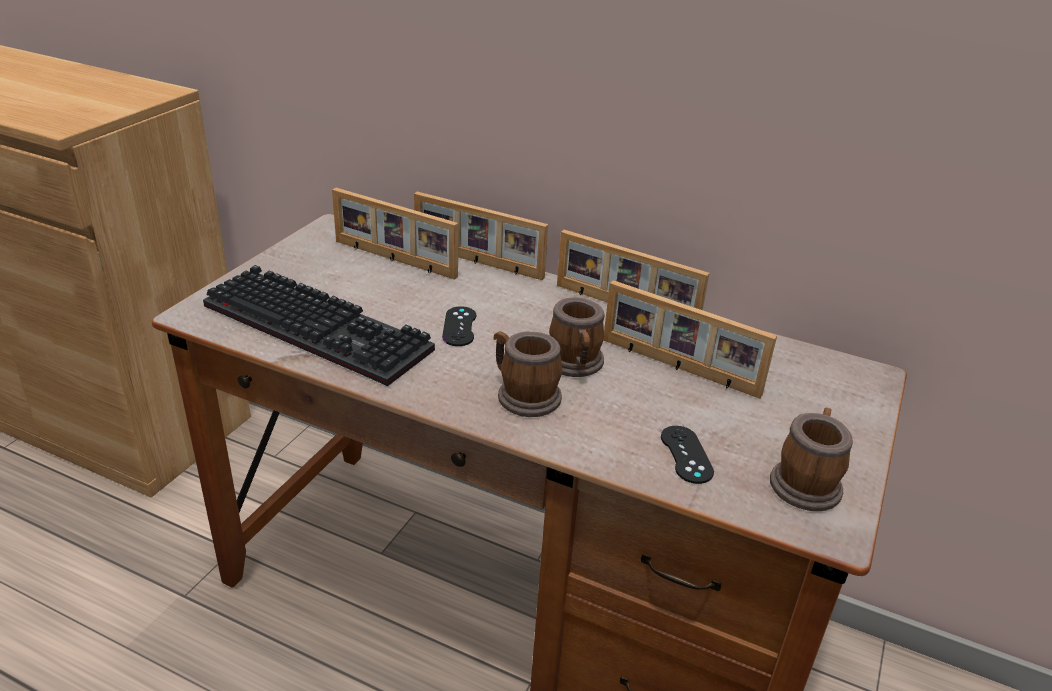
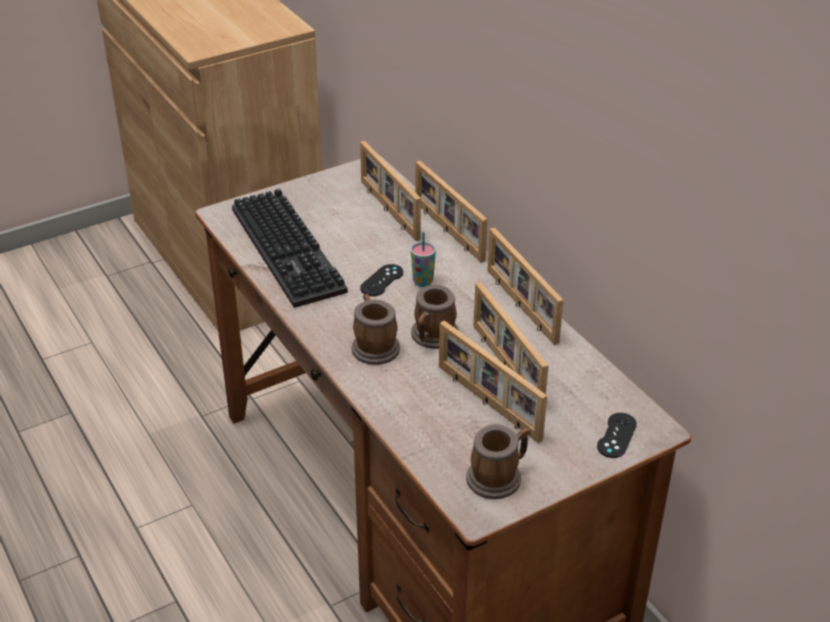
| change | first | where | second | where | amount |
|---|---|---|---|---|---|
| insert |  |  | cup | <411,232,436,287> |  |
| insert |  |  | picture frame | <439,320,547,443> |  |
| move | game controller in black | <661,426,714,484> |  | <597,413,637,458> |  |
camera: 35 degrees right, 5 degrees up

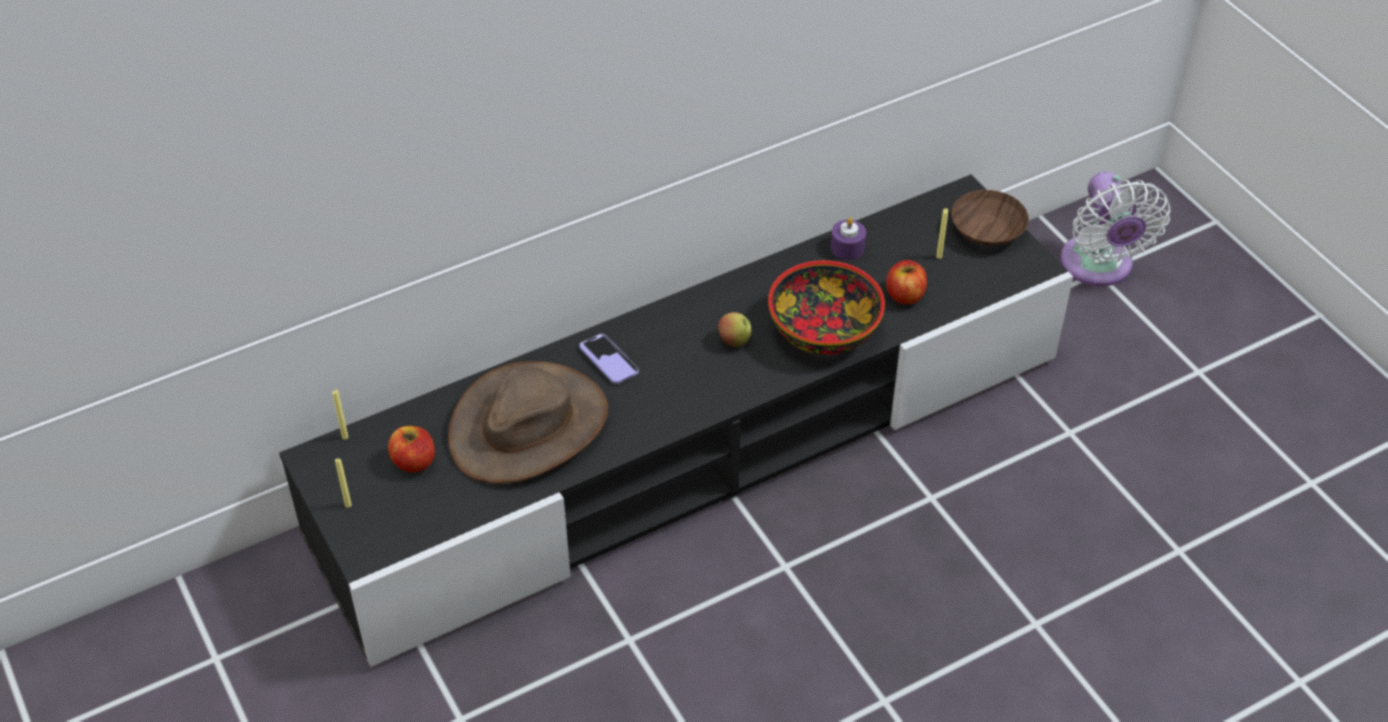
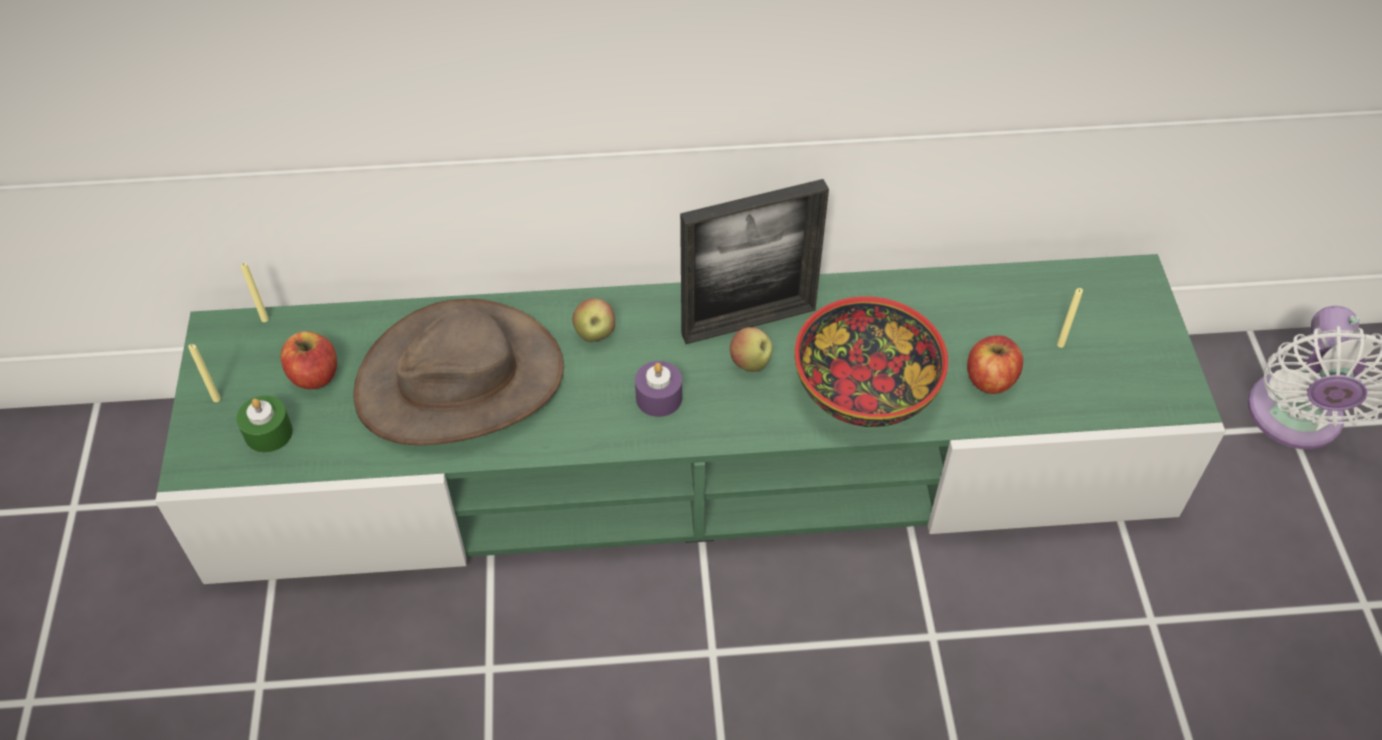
| change | first | where | second | where | amount |
|---|---|---|---|---|---|
| recolor | tv stand in black | <279,174,1073,667> | tv stand in green | <155,254,1226,584> |  |
| insert |  |  | candle in green | <236,395,293,453> |  |
| replace | phone | <580,334,639,384> | apple | <572,298,615,342> |  |
| move | candle in purple | <831,217,866,260> |  | <635,361,682,417> |  |
| insert |  |  | picture frame | <680,179,829,344> |  |
| delete | bowl in brown | <951,190,1029,246> |  |  |  |
camera: 25 degrees right, 5 degrees up

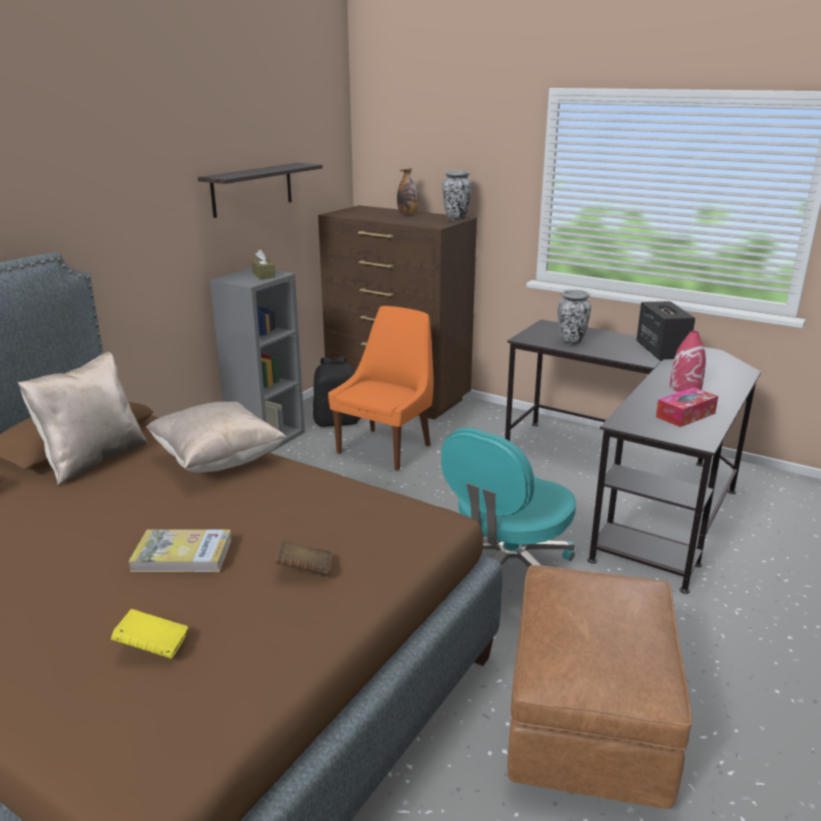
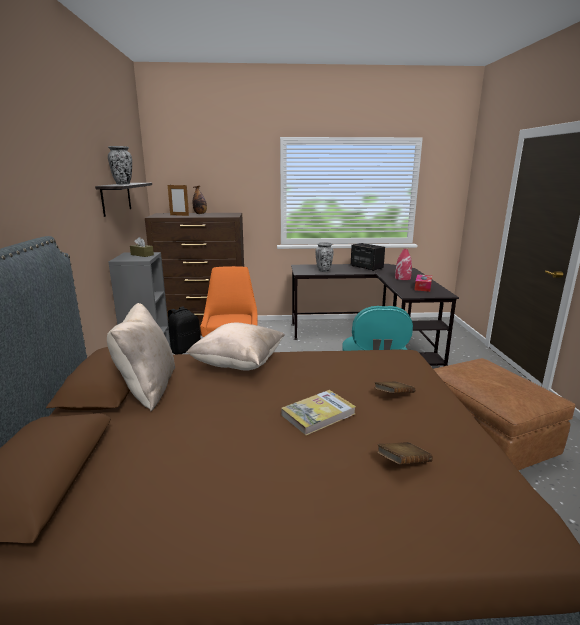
| change | first | where | second | where | amount |
|---|---|---|---|---|---|
| move | vase | <442,171,472,221> |  | <108,146,132,184> |  |
| insert |  |  | picture frame | <168,185,189,216> |  |
| recolor | book in yellow | <111,609,189,659> | book in brown | <377,442,433,465> |  |
camera: 35 degrees left, 5 degrees down

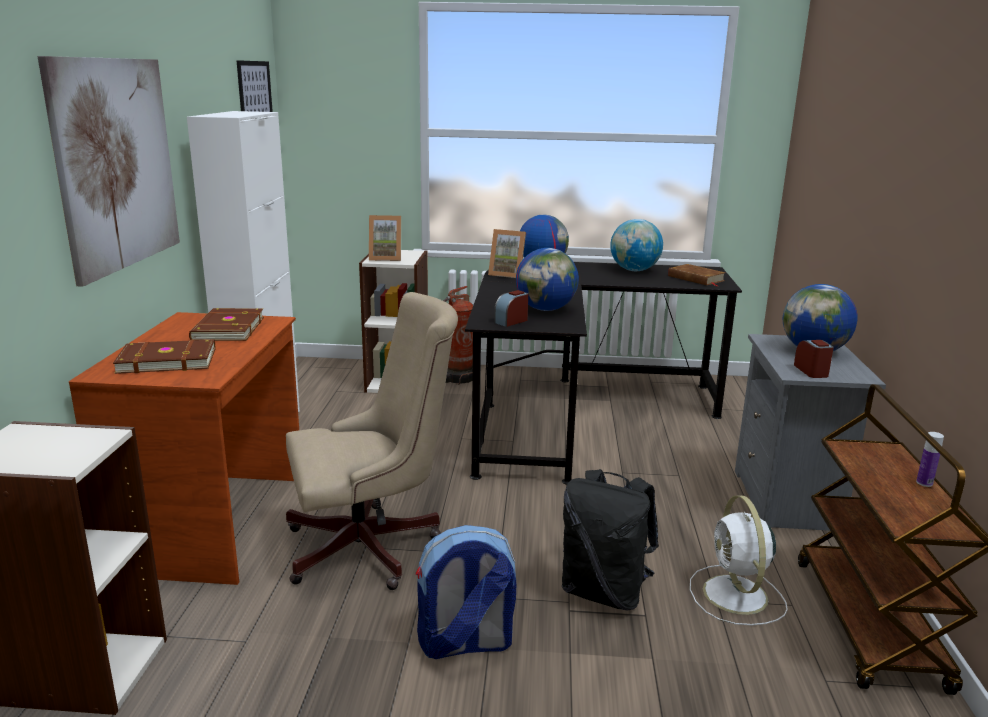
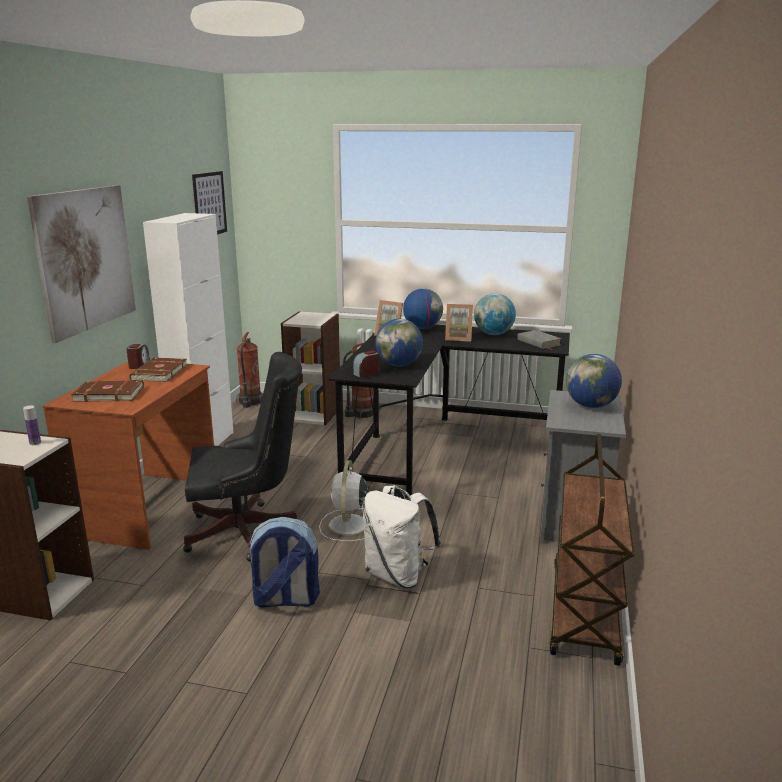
| change | first | where | second | where | amount |
|---|---|---|---|---|---|
| move | bottle | <916,432,944,487> |  | <23,405,41,445> |  |
| move | alarm clock | <794,340,834,378> |  | <126,344,150,369> |  |
| recolor | office chair in beige | <286,292,458,590> | office chair in black | <183,352,302,562> |  |
| insert |  |  | fire extinguisher | <236,332,263,408> |  |
| move | fan in white | <690,495,788,625> |  | <319,460,368,541> |  |
| recolor | backpack in black | <562,469,659,610> | backpack in white | <362,485,441,588> |  |
| move | picture frame | <369,215,401,261> |  | <445,304,473,342> |  |
| recolor | book in brown | <668,264,726,286> | book in grey | <517,330,561,350> |  |
camera: 10 degrees right, 0 degrees up

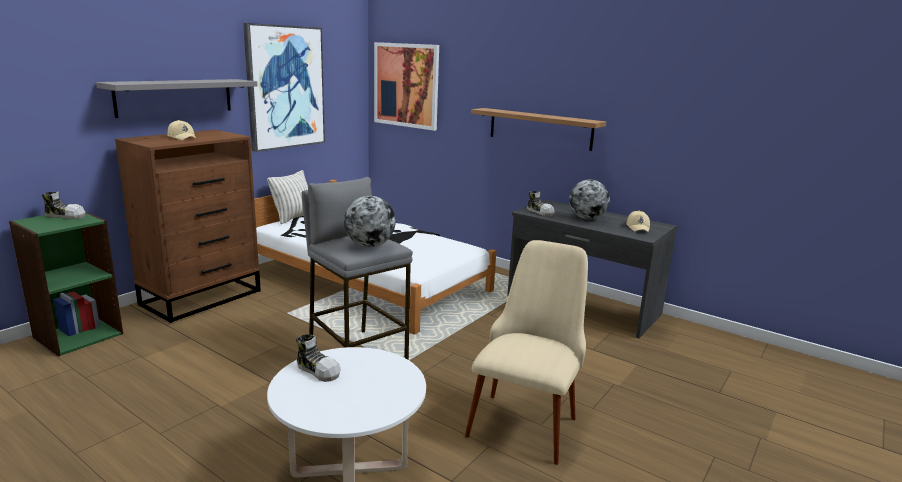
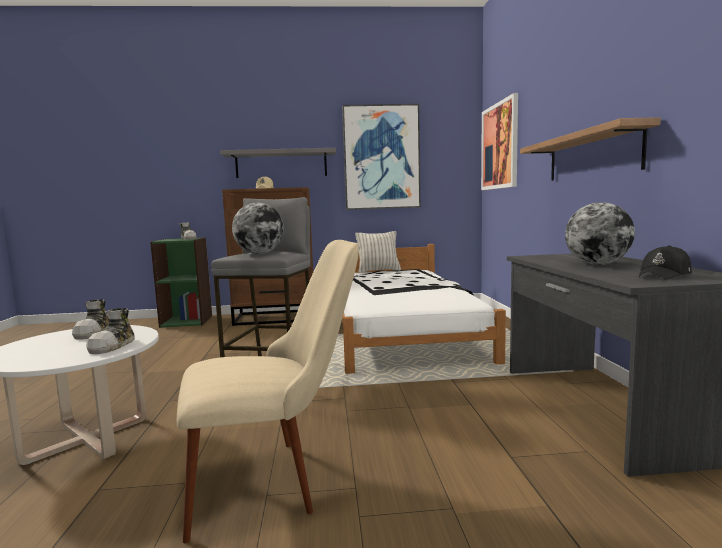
| change | first | where | second | where | amount |
|---|---|---|---|---|---|
| move | shoe | <527,191,555,216> |  | <86,308,134,354> |  |
| recolor | cap in beige | <626,211,650,232> | cap in black | <639,245,692,280> |  |
camera: 50 degrees right, 10 degrees down

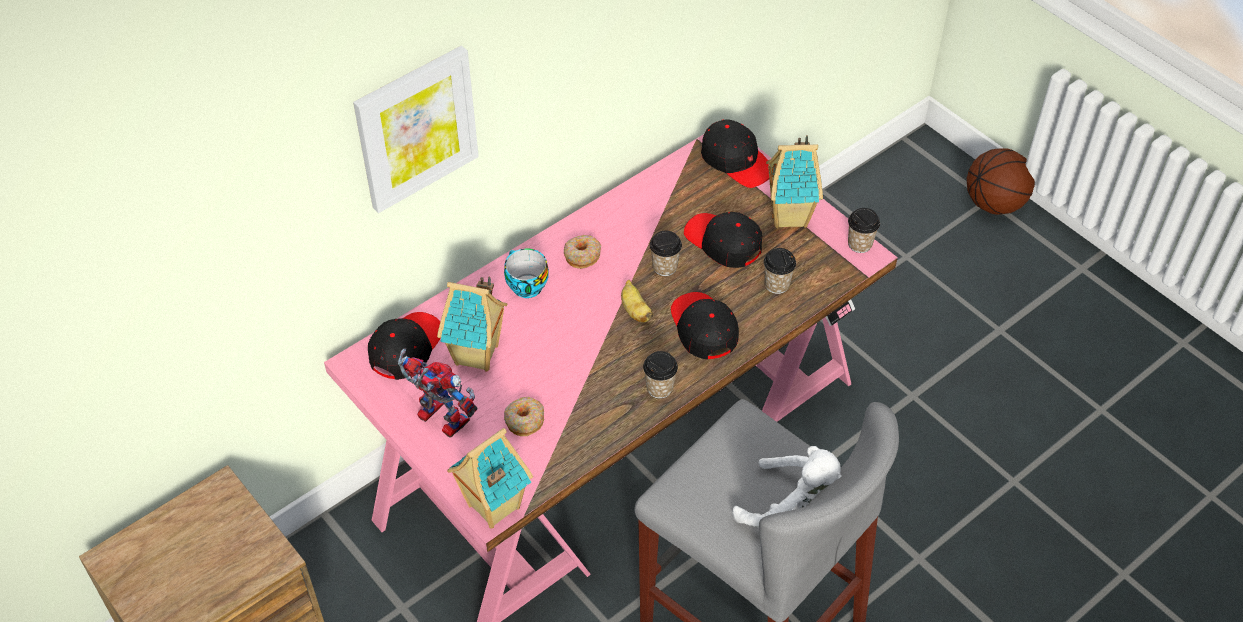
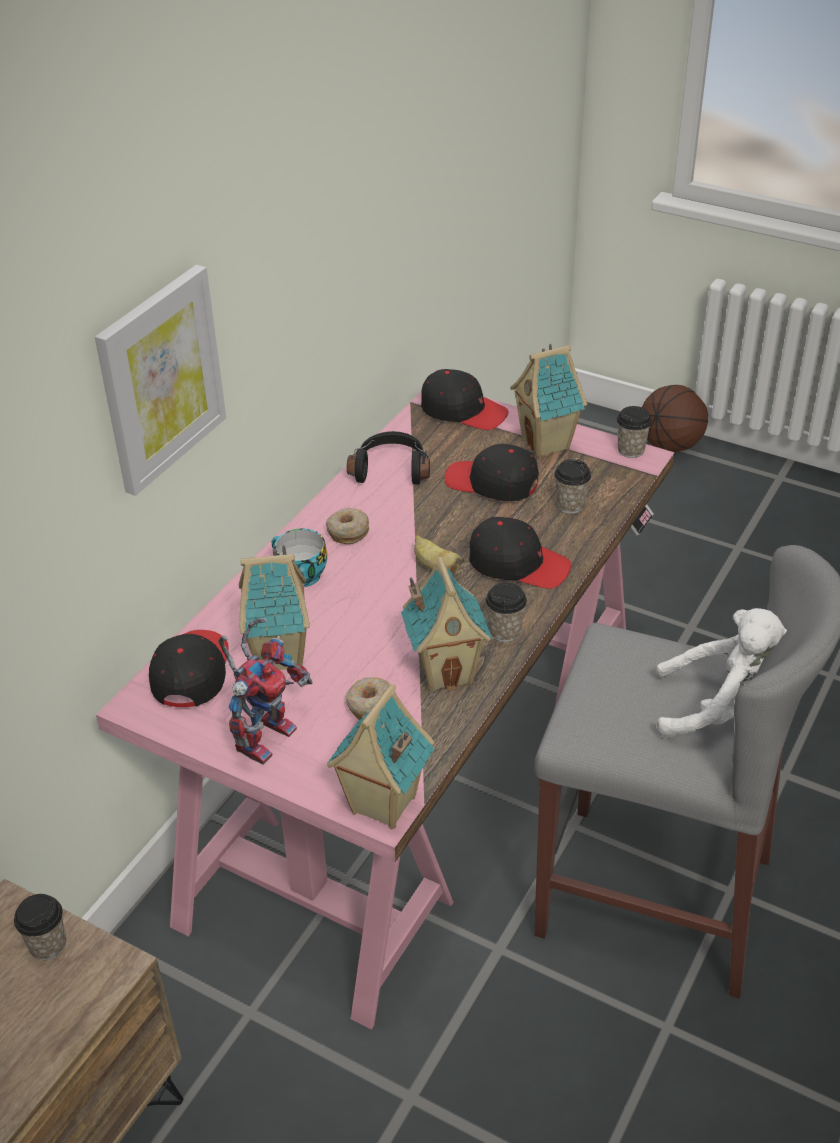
| change | first | where | second | where | amount |
|---|---|---|---|---|---|
| move | cup | <650,231,682,276> |  | <14,894,66,960> |  |
| rotate | toy robot | <398,349,477,438> |  | <218,617,313,765> | 105 degrees clockwise |
| insert |  |  | headphones in black | <347,431,430,484> |  |
| insert |  |  | toy house | <401,557,492,692> |  |
| rotate | cap in black | <671,292,739,359> |  | <469,517,571,588> | 150 degrees clockwise |
camera: 20 degrees left, 10 degrees down

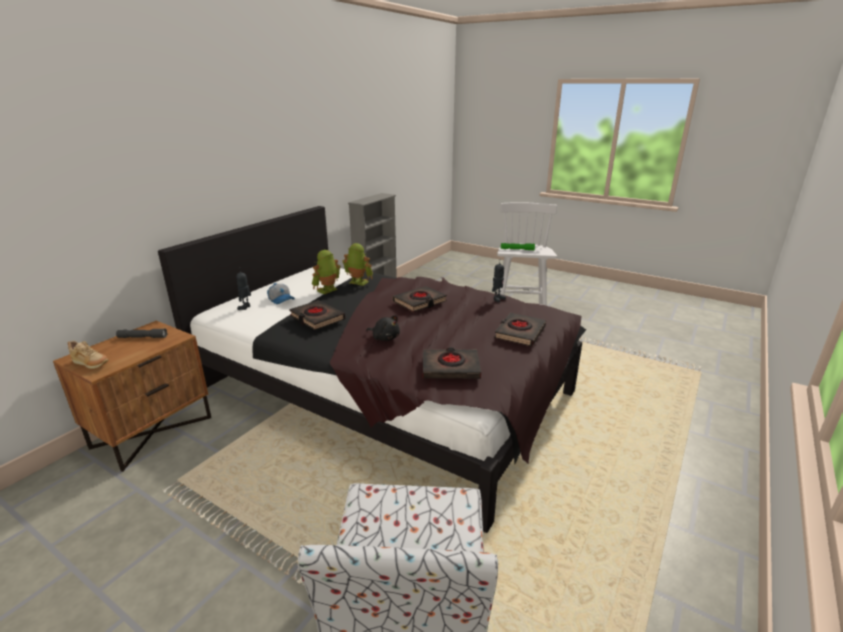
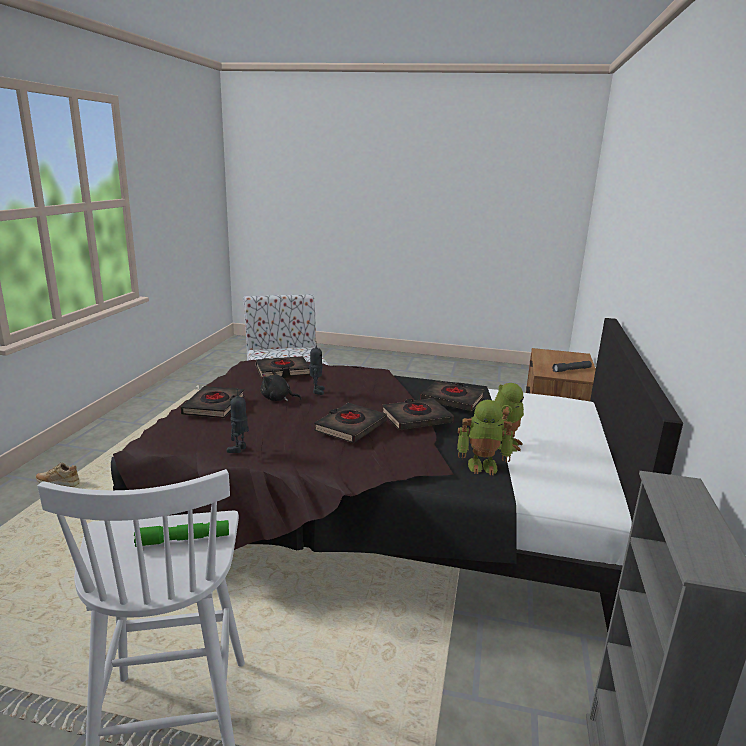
| change | first | where | second | where | amount |
|---|---|---|---|---|---|
| move | shoe in beige | <67,341,109,369> |  | <36,462,79,487> |  |
| move | plush toy in black | <366,315,400,341> |  | <260,370,302,401> |  |
| move | toy robot | <236,267,251,310> |  | <309,341,325,395> |  |
| insert |  |  | book in black | <382,398,454,430> |  |
| delete | cap | <267,283,295,304> |  |  |  |
camera: 160 degrees right, 5 degrees down

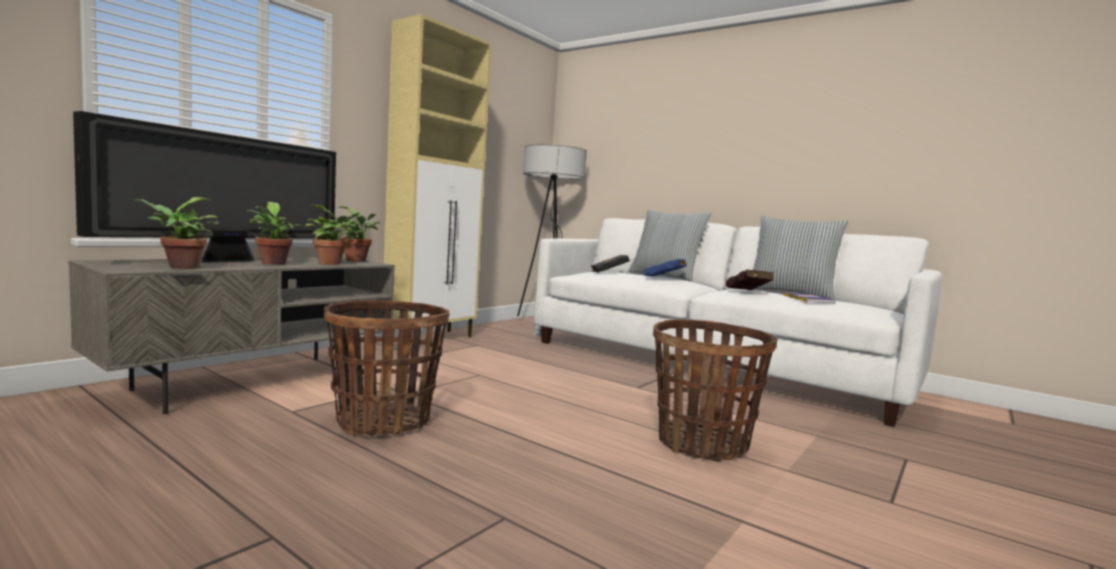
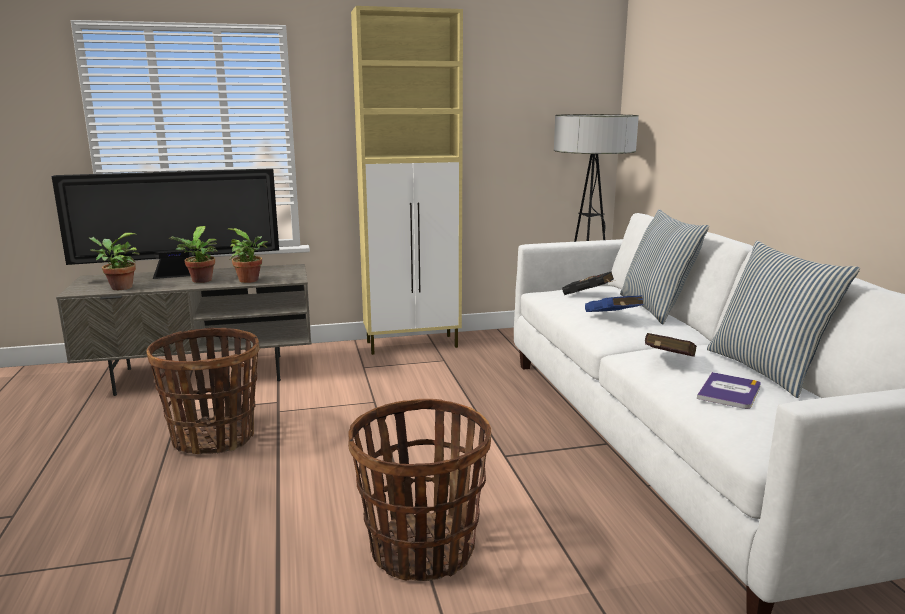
| change | first | where | second | where | amount |
|---|---|---|---|---|---|
| delete | potted plant | <338,206,380,261> |  |  |  |
camera: 40 degrees right, 10 degrees up

